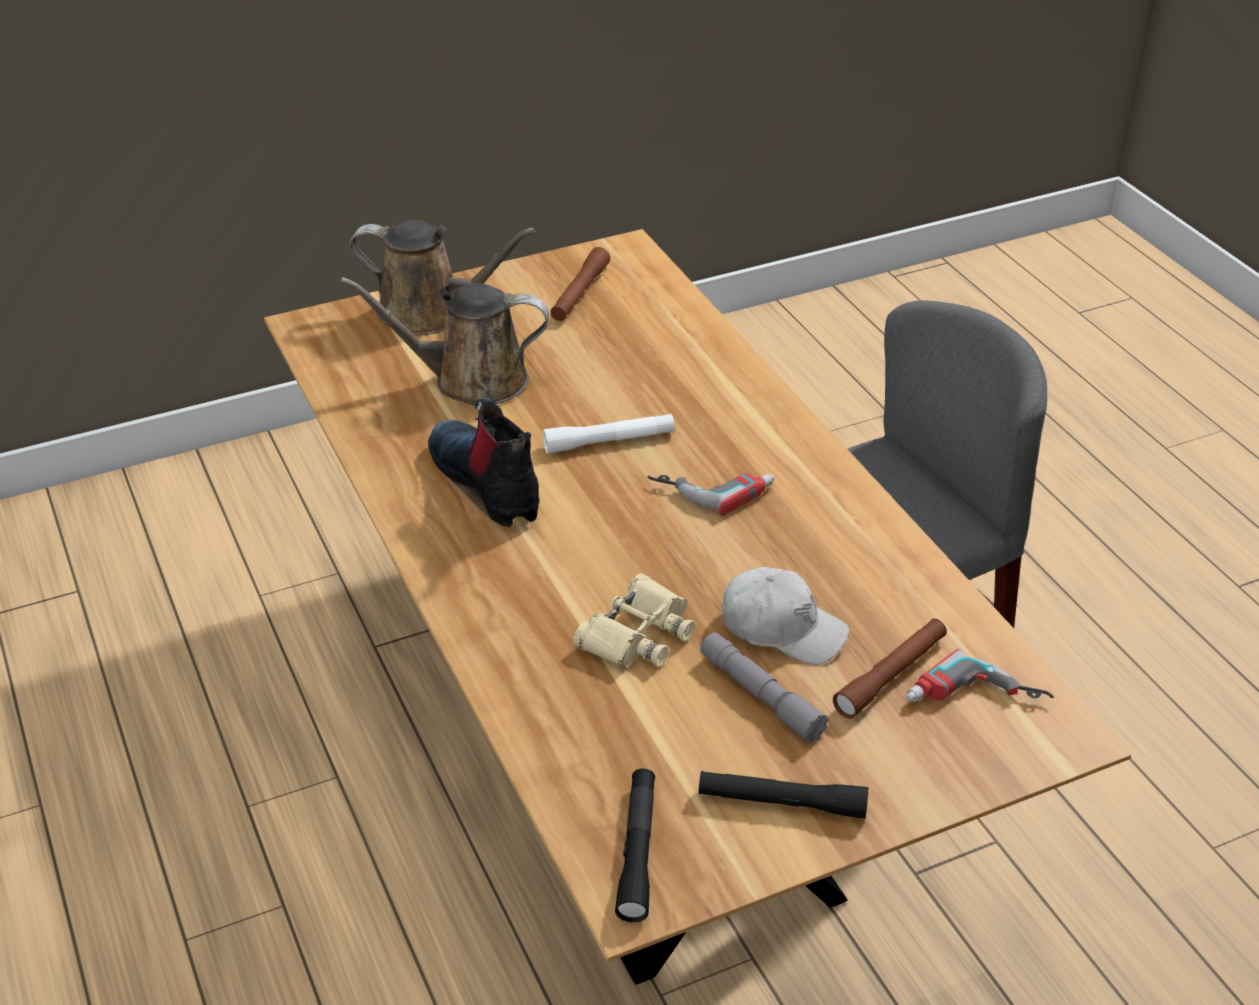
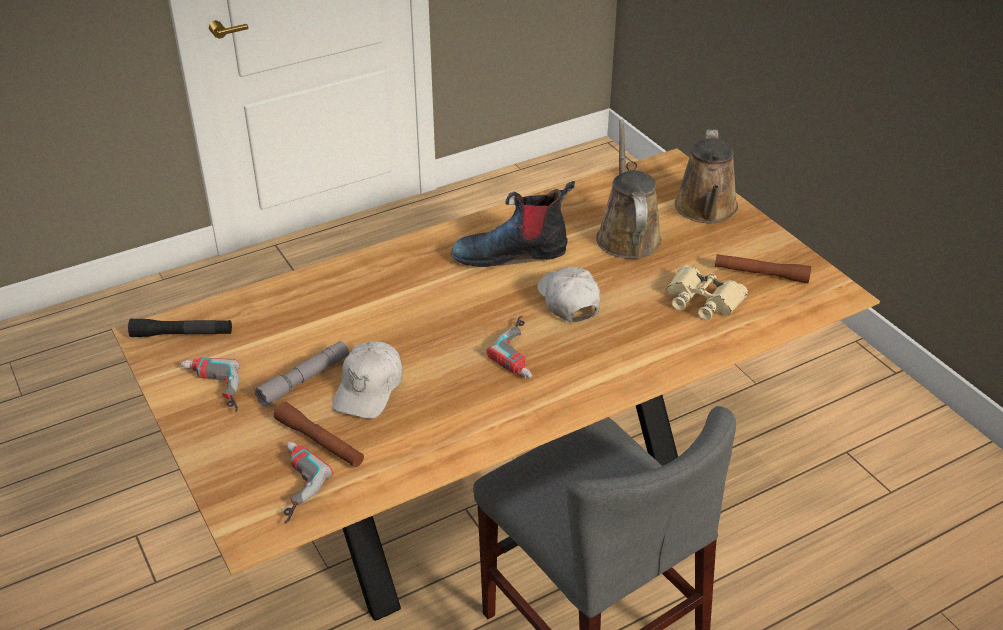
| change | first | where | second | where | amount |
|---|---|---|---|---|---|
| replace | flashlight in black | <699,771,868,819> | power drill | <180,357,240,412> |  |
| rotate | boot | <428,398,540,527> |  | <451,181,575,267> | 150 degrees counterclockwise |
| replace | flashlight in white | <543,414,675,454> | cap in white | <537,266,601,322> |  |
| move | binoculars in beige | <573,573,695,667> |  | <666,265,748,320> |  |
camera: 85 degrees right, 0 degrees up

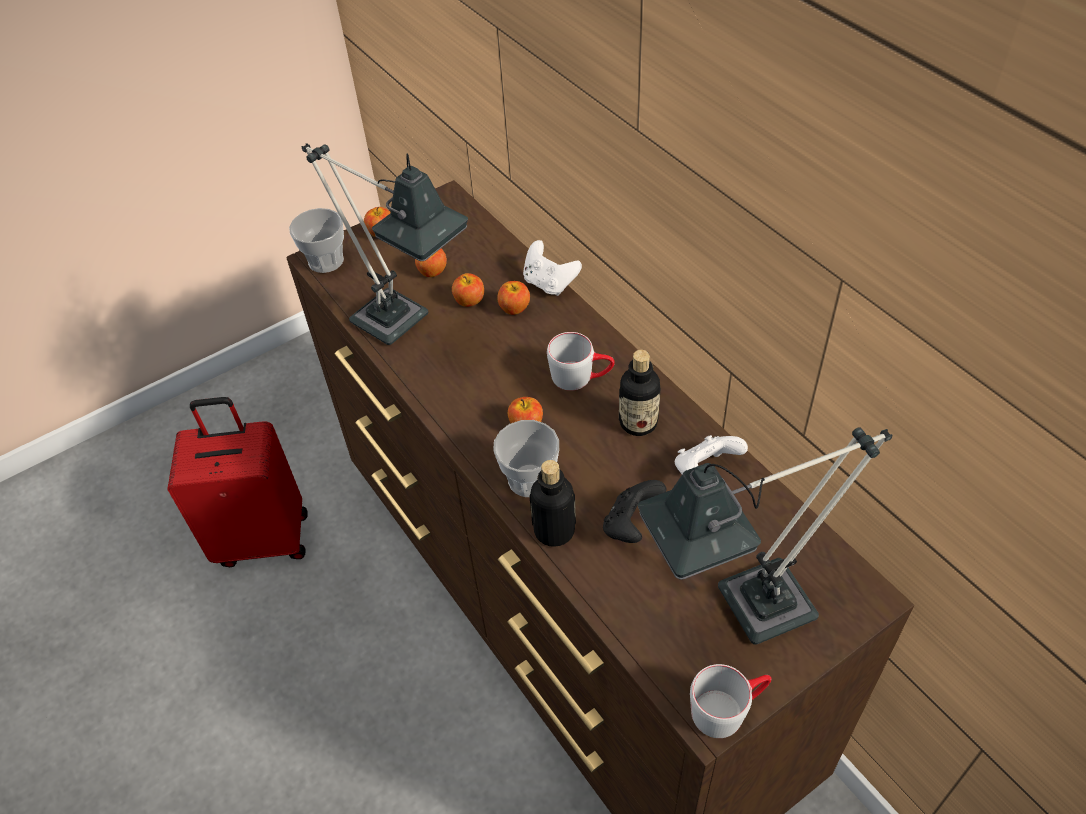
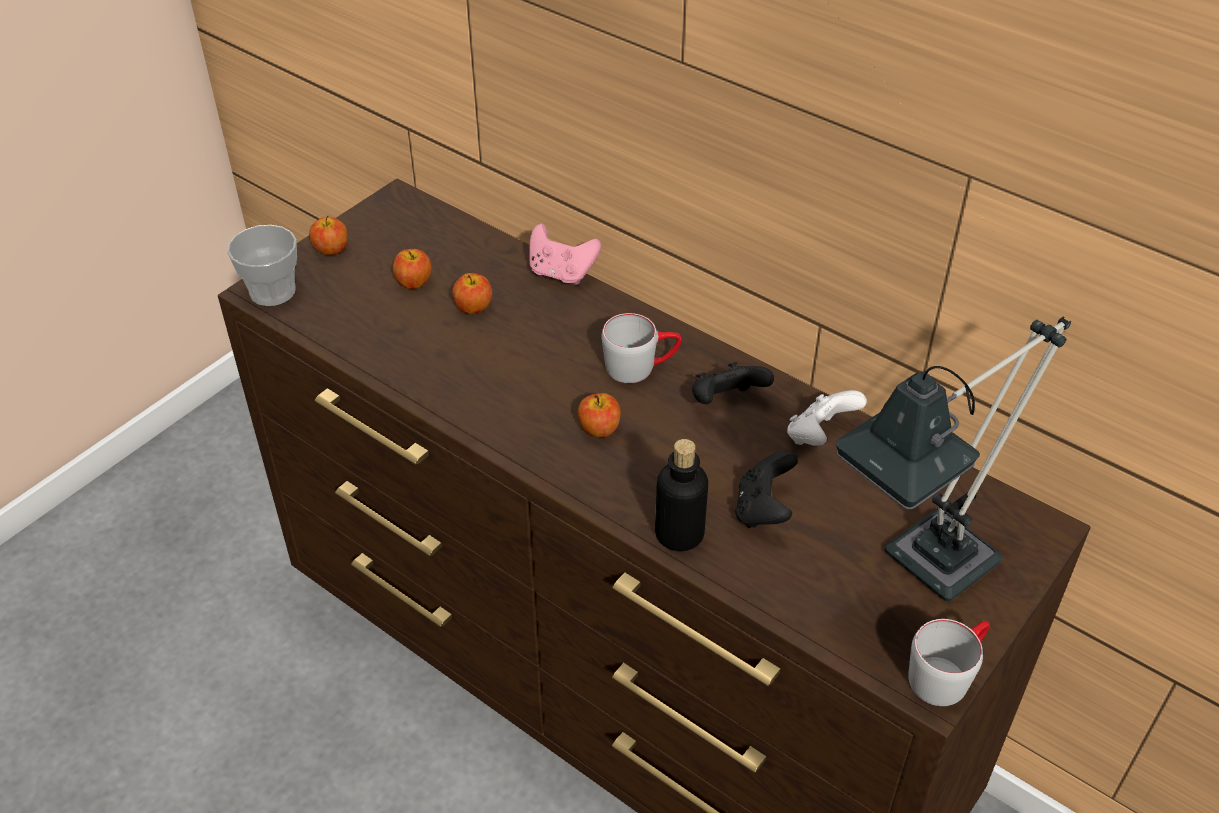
| change | first | where | second | where | amount |
|---|---|---|---|---|---|
| recolor | game controller in white | <523,240,582,296> | game controller in pink | <529,224,602,285> |  |
| replace | bottle | <619,350,661,436> | game controller in black | <692,362,774,404> |  |
| delete | suitcase in red | <167,397,308,567> |  |  |  |
| delete | table lamp | <301,143,468,345> |  |  |  |
| delete | cup | <493,420,559,497> |  |  |  |
| delete | apple | <497,281,530,315> |  |  |  |
camera: 20 degrees left, 5 degrees down

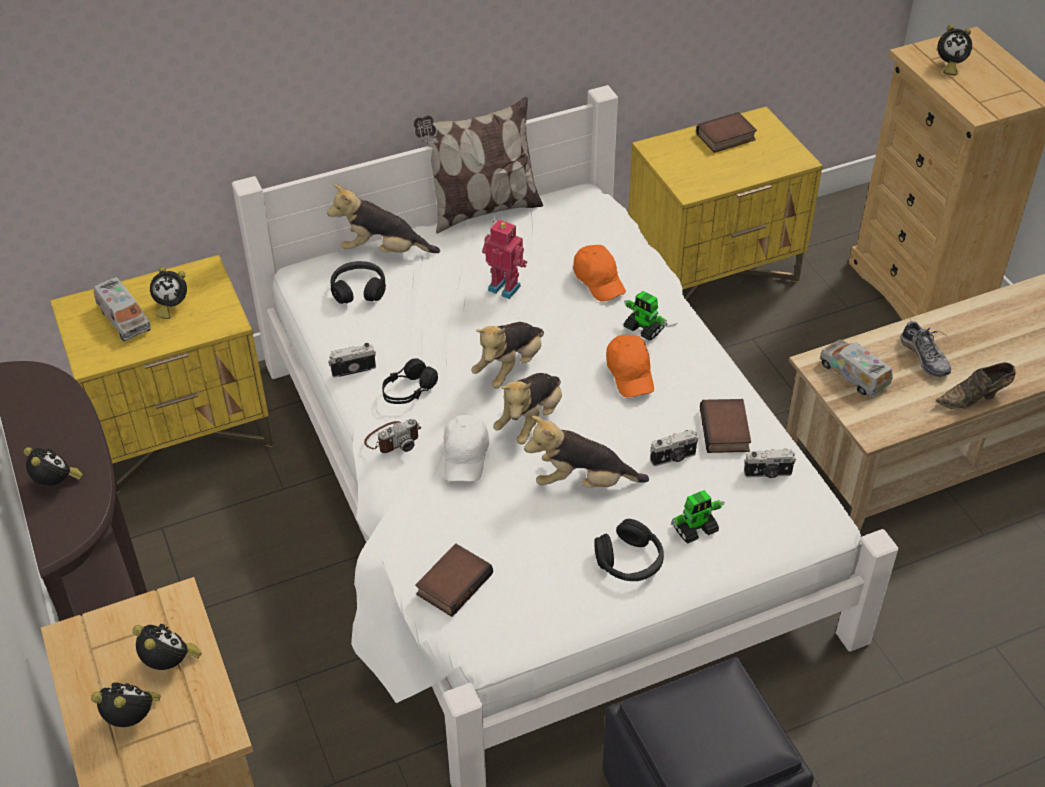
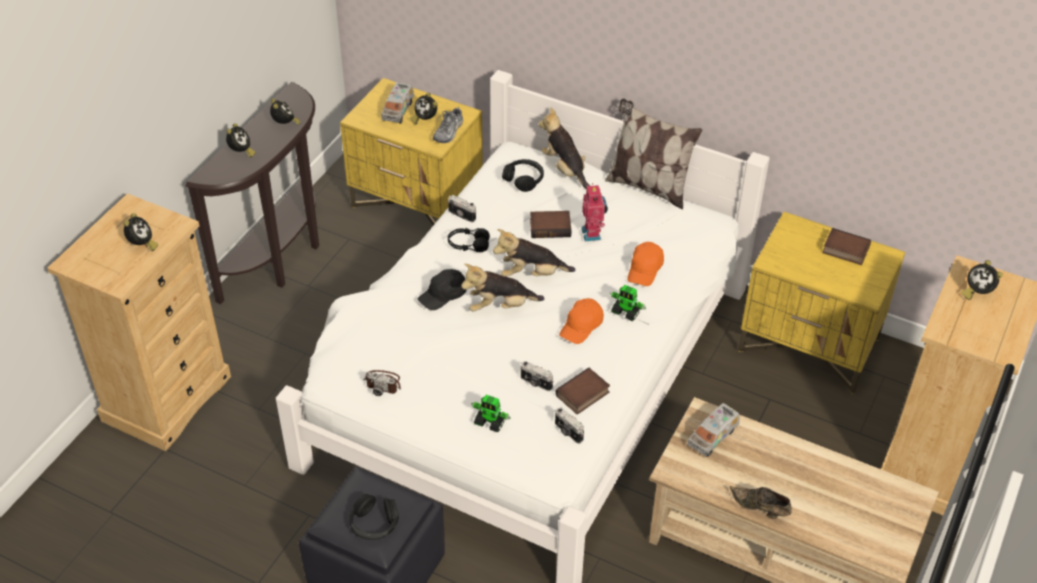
| change | first | where | second | where | amount |
|---|---|---|---|---|---|
| move | alarm clock | <91,682,161,727> |  | <270,99,301,125> |  |
| move | headphones in black | <594,519,664,581> |  | <350,494,399,540> |  |
| move | photo camera | <364,419,421,453> |  | <364,370,401,396> |  |
| recolor | cap in white | <444,414,489,482> | cap in black | <418,269,467,310> |  |
| move | shoe | <901,320,951,377> |  | <433,108,463,143> |  |
| move | book | <415,544,493,617> |  | <530,211,571,238> |  |
| rotate | toy robot | <624,291,668,341> |  | <610,285,646,321> | 60 degrees counterclockwise |
| rotate | toy truck | <820,340,893,398> |  | <687,403,740,457> | 150 degrees counterclockwise |
| delete | plush toy | <524,416,649,488> |  |  |  |
camera: 50 degrees right, 0 degrees up

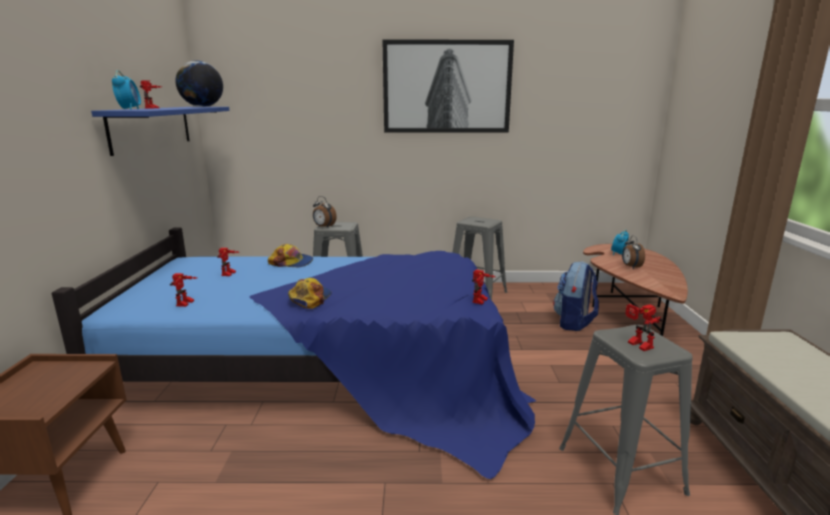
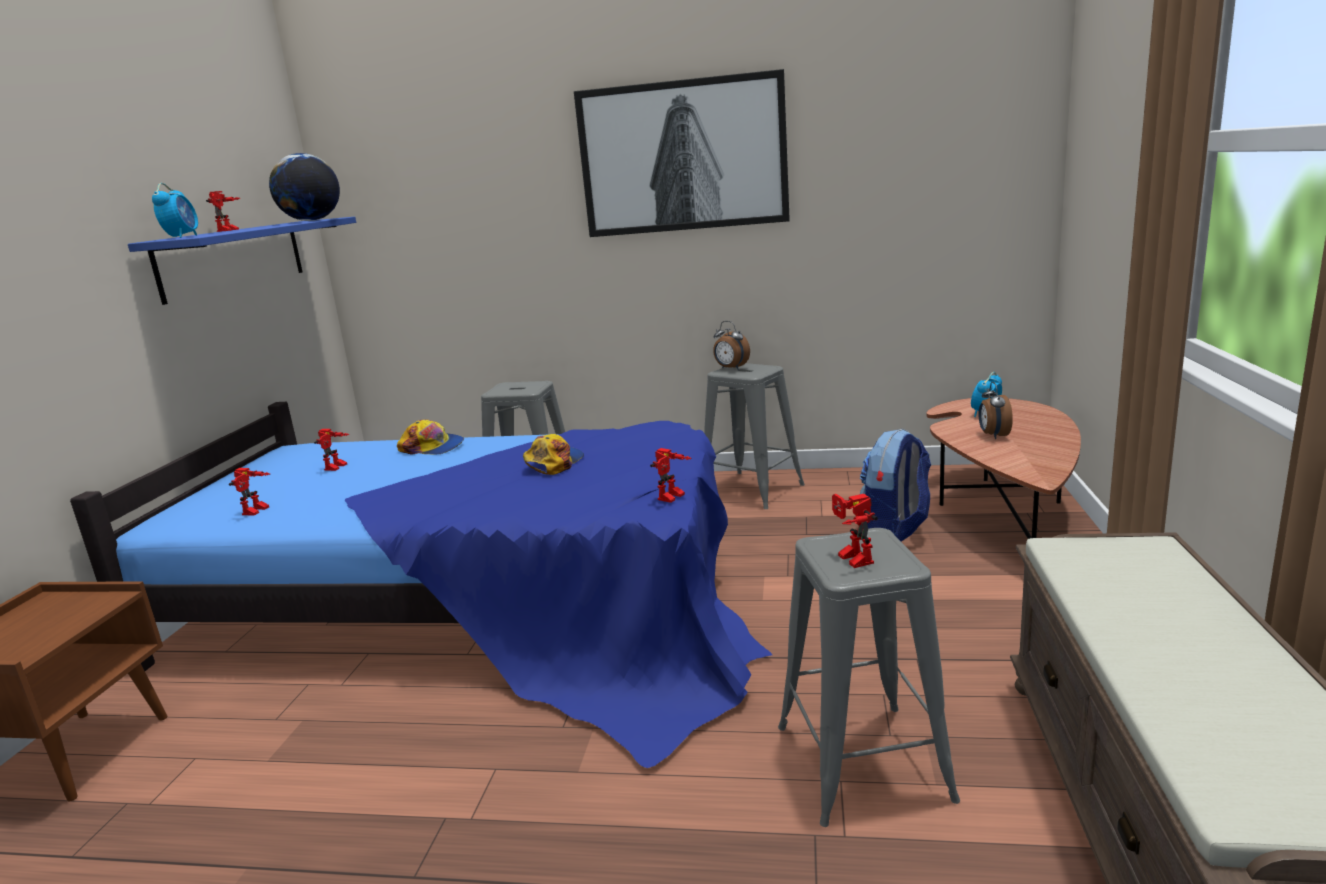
| change | first | where | second | where | amount |
|---|---|---|---|---|---|
| move | cap | <288,278,332,309> |  | <523,434,584,475> |  |
| move | alarm clock | <313,196,336,227> |  | <713,321,750,370> |  |
camera: 10 degrees right, 0 degrees up

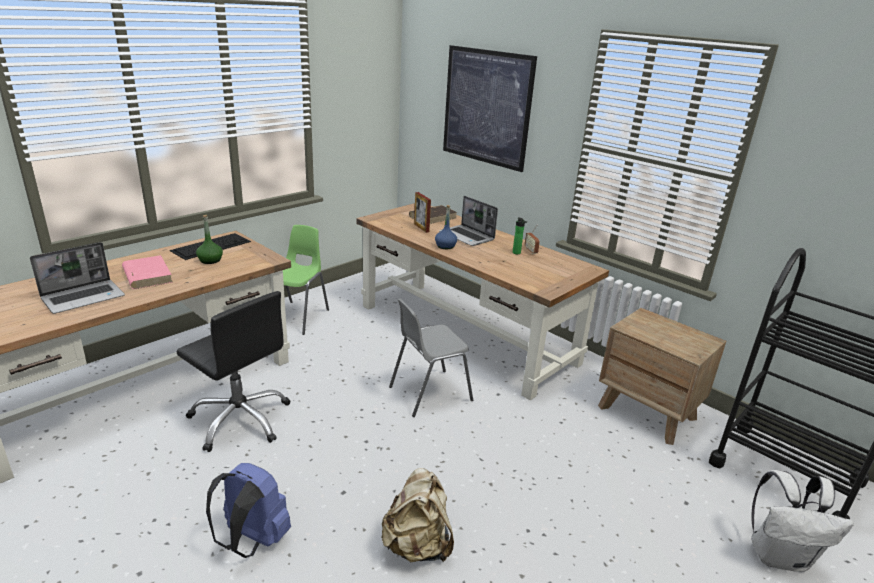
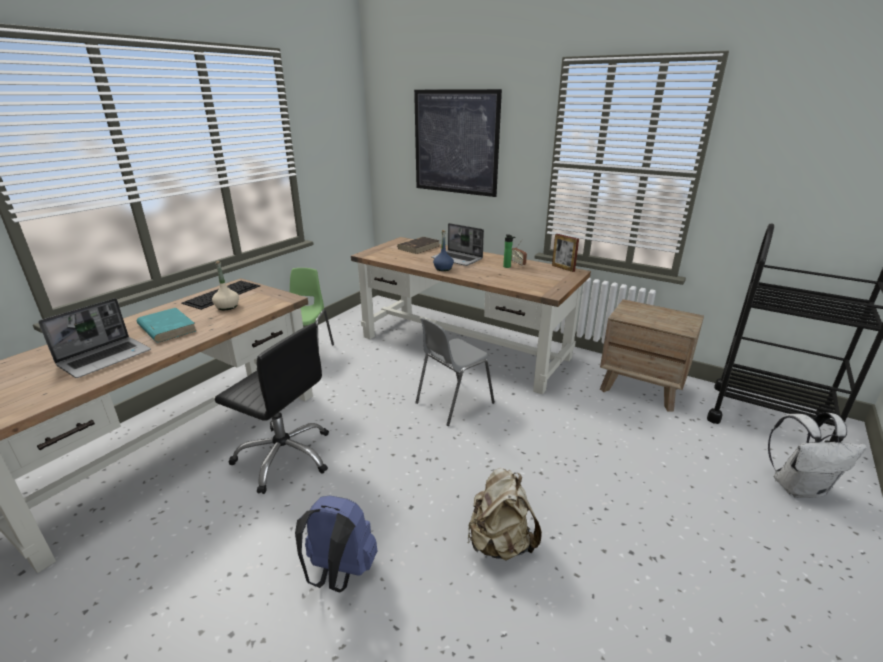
| change | first | where | second | where | amount |
|---|---|---|---|---|---|
| recolor | book in pink | <122,255,172,289> | book in turquoise | <137,308,197,343> |  |
| recolor | bottle in green | <196,215,223,264> | bottle in beige | <212,261,239,310> |  |
| move | picture frame | <414,192,431,233> |  | <552,234,579,272> |  |
camera: 10 degrees left, 0 degrees up

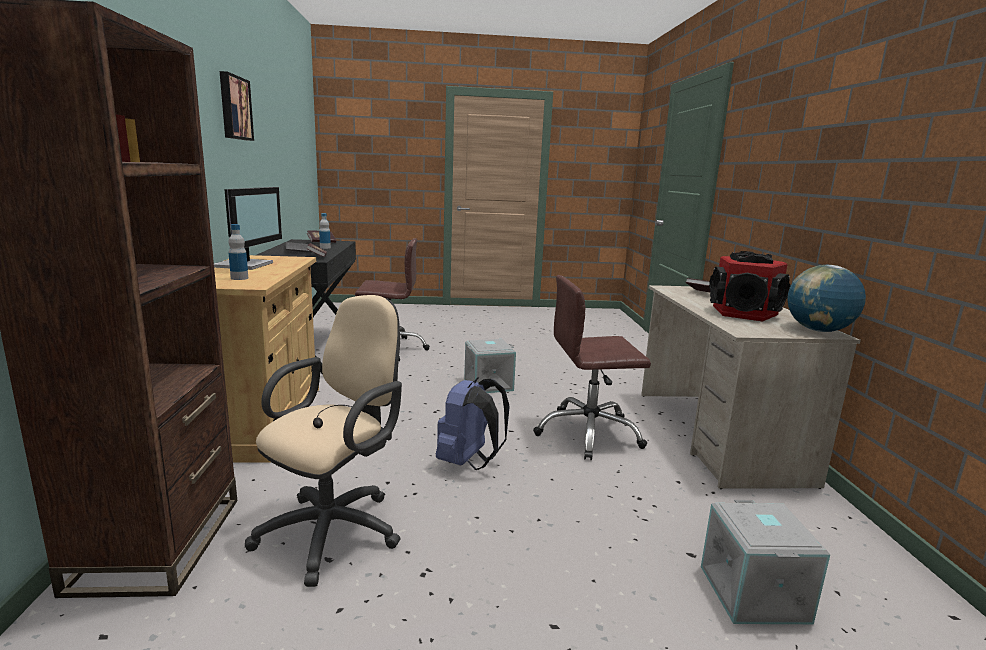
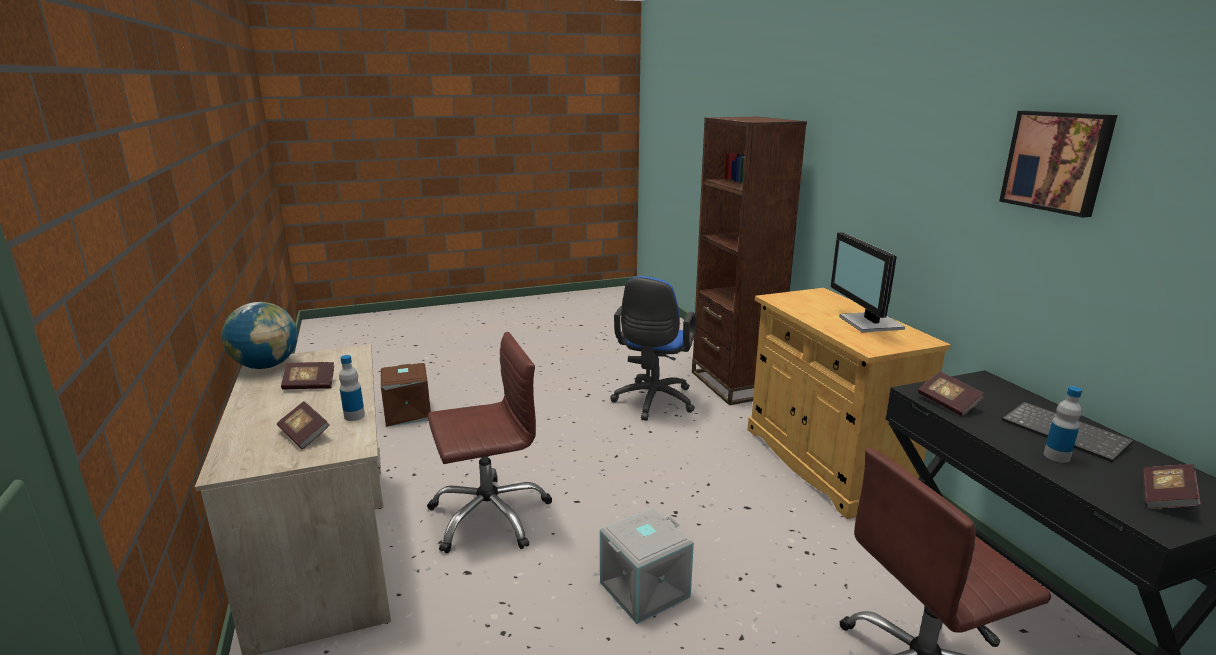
| change | first | where | second | where | amount |
|---|---|---|---|---|---|
| replace | speaker | <709,251,791,322> | book | <281,362,334,389> |  |
| move | bottle | <228,224,248,280> |  | <339,355,365,421> |  |
| recolor | storage box in grey | <701,500,830,624> | storage box in brown | <381,363,431,427> |  |
| recolor | office chair in beige | <245,295,402,587> | office chair in blue | <610,276,696,421> |  |
| delete | backpack in blue | <436,377,510,470> |  |  |  |
camera: 165 degrees right, 5 degrees up

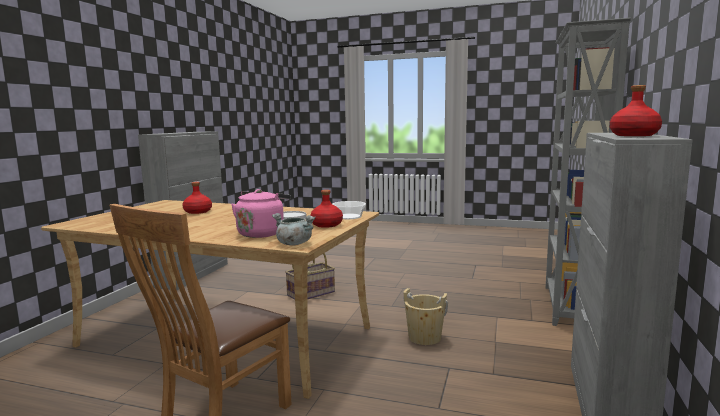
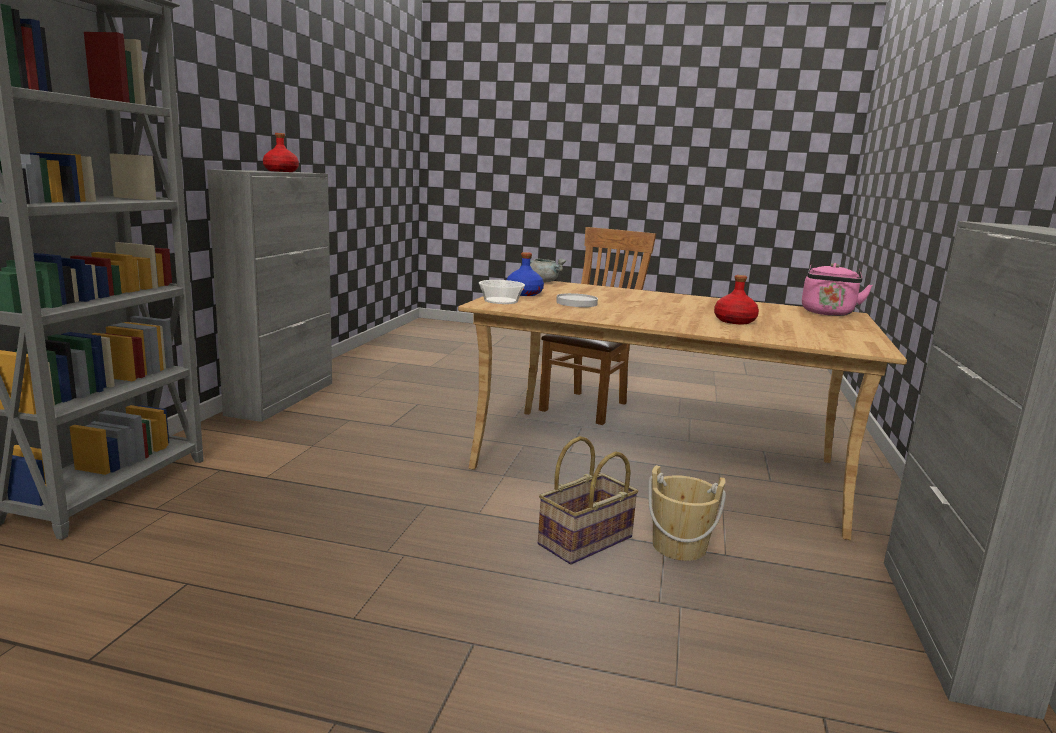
| change | first | where | second | where | amount |
|---|---|---|---|---|---|
| recolor | bottle in red | <310,190,343,228> | bottle in blue | <507,252,544,296> |  |
| move | bucket in beige | <403,288,448,345> |  | <648,465,726,561> |  |
| move | kettle in pink | <231,189,291,238> |  | <802,263,873,316> |  |
camera: 175 degrees right, 5 degrees up

